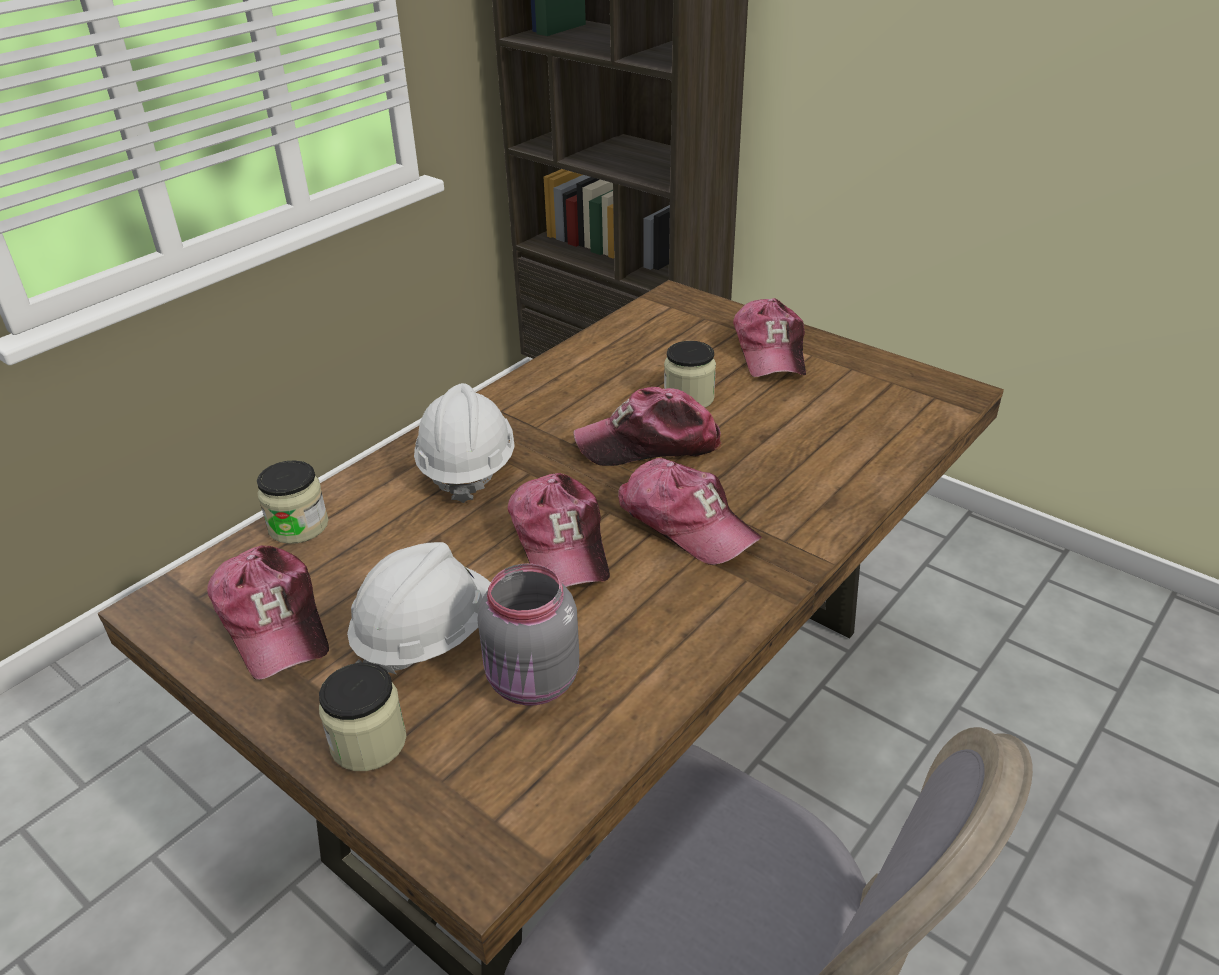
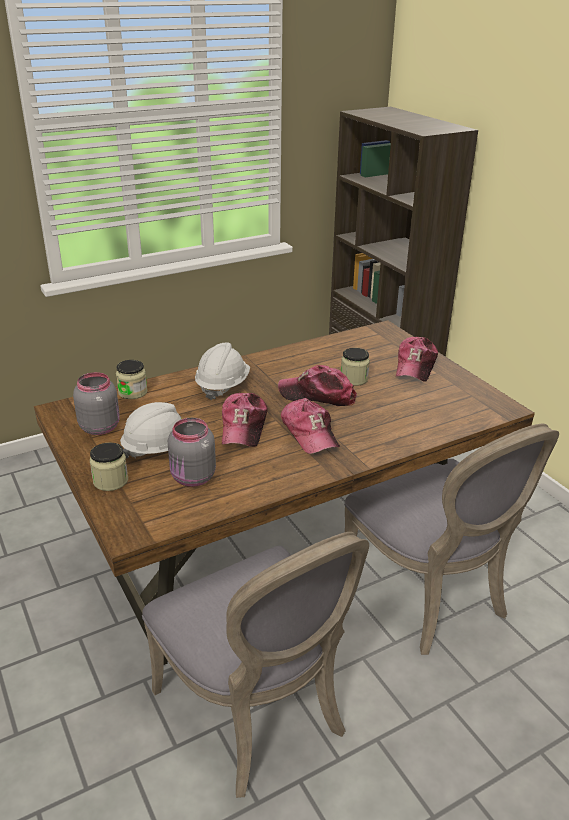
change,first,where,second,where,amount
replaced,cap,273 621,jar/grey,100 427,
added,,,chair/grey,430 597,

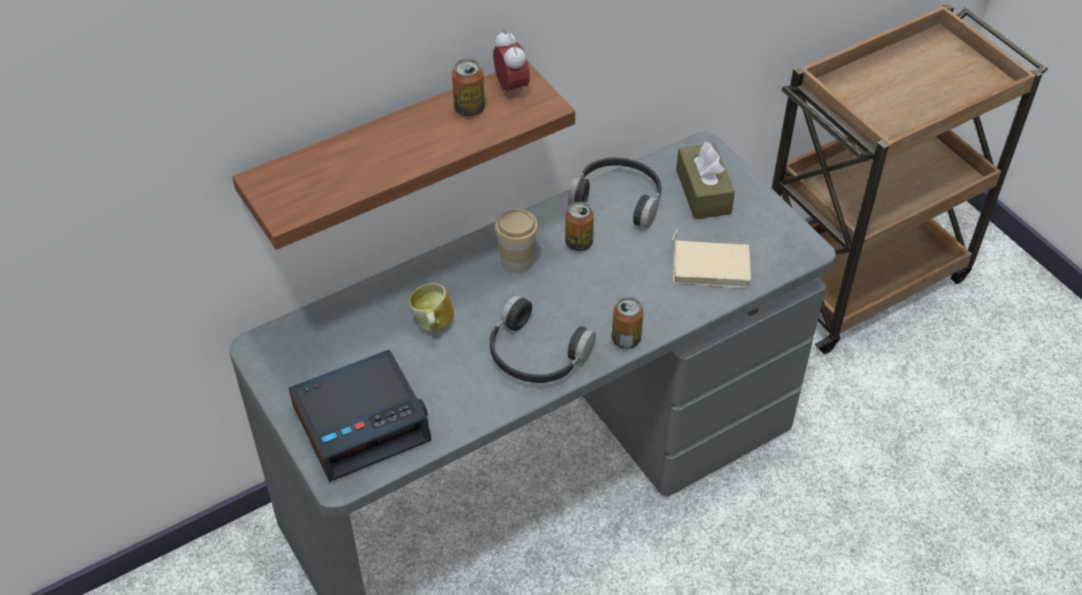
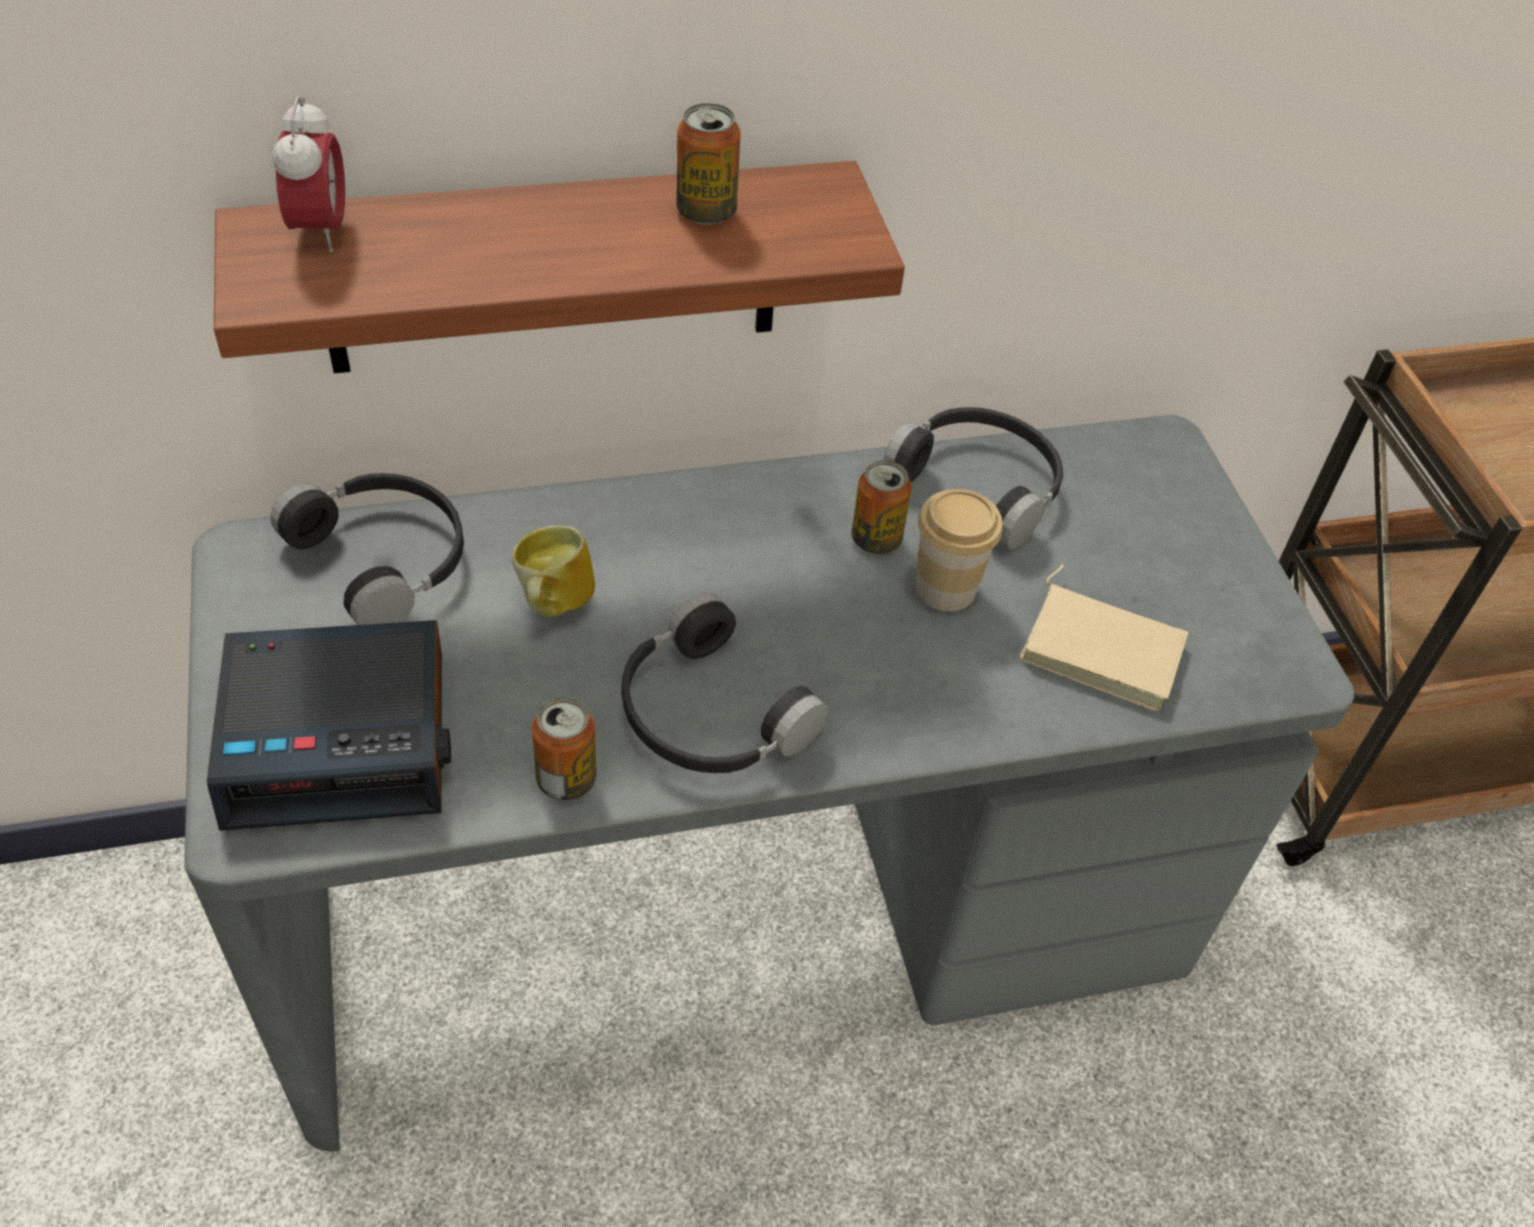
change,first,where,second,where,amount
moved,alarm clock,511 88,,320 231,
moved,cup,517 261,,945 588,
moved,can,626 339,,566 779,
removed,tissue box/brown,703 192,,,
added,,,headphones/black,386 558,

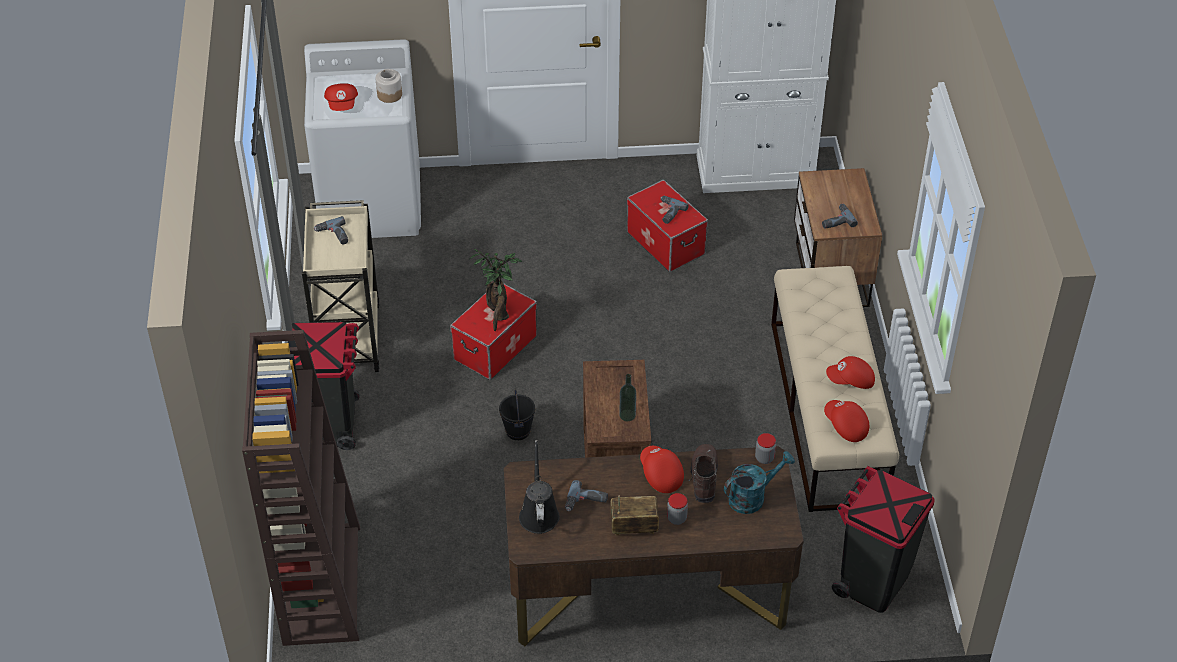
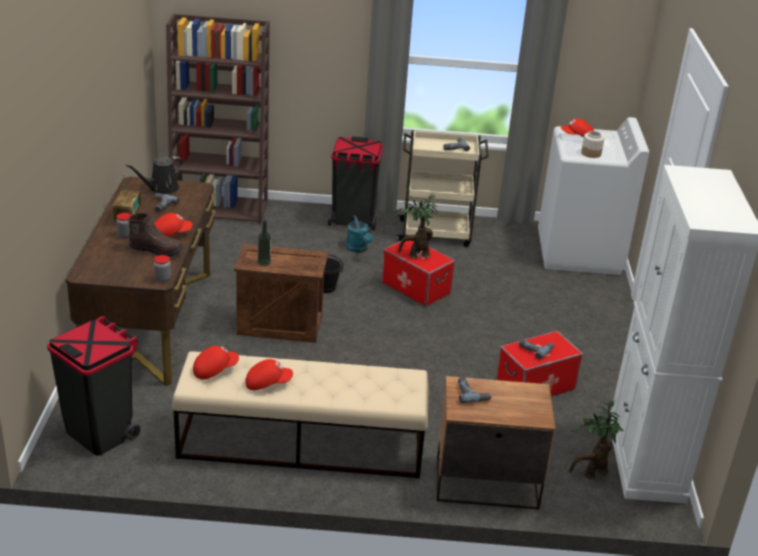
change,first,where,second,where,amount
turned,watering can/black,539 513,,161 189,135 degrees clockwise
moved,watering can/turquoise,752 497,,359 249,
turned,cap/red,851 381,,267 383,75 degrees clockwise
added,,,potted plant,591 473,

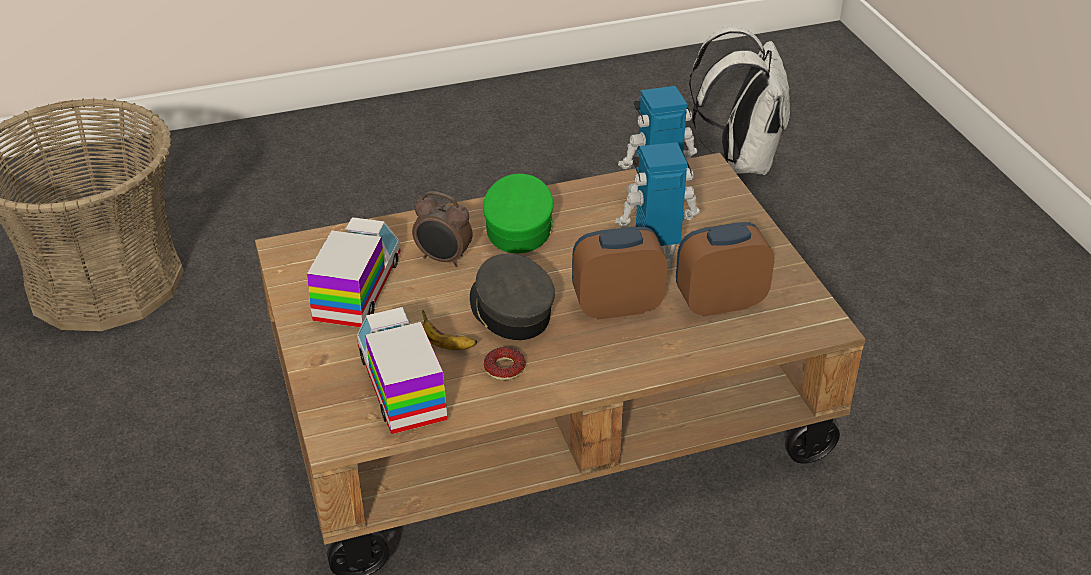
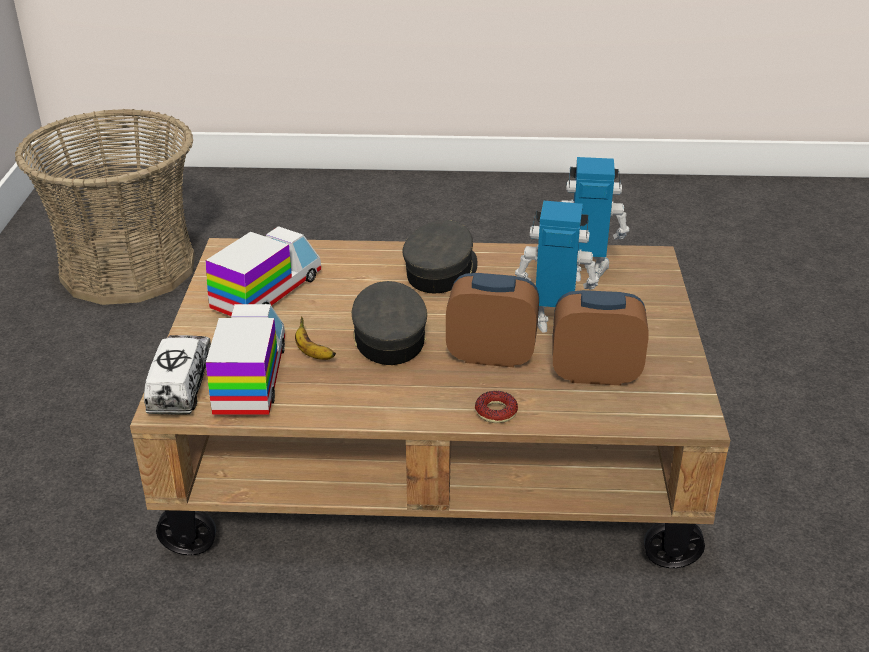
change,first,where,second,where,amount
removed,alarm clock,443 259,,,
recoloured,cap/green,519 227,cap/grey,441 271,
moved,donut,504 368,,496 412,
removed,backpack/white,740 160,,,
added,,,toy truck,181 385,

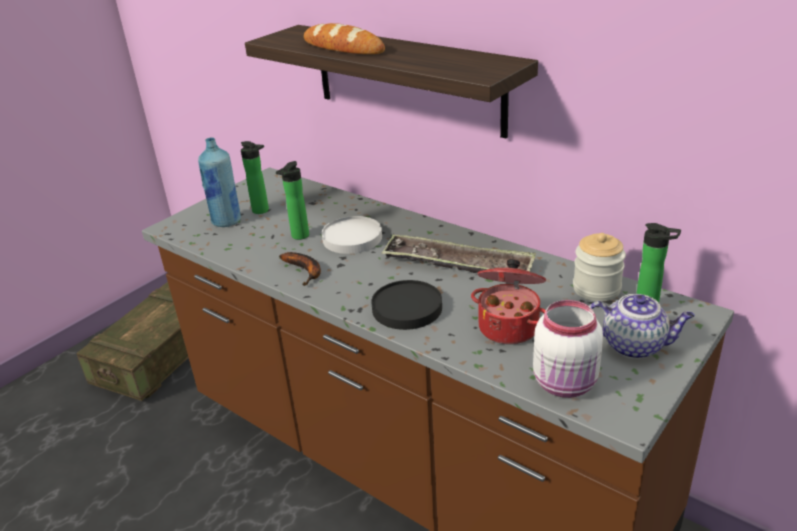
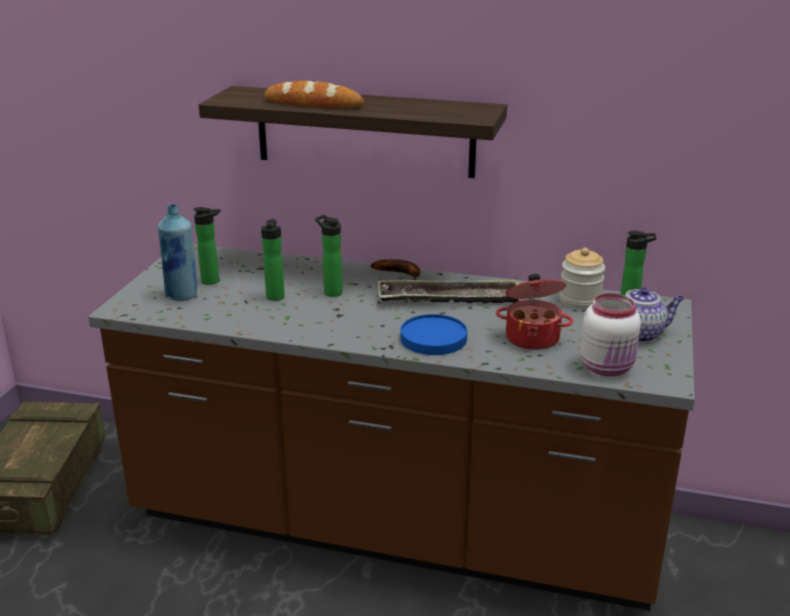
change,first,where,second,where,amount
moved,banana,305 271,,401 273,
replaced,plate/white,352 238,bottle,331 292,
recoloured,plate/black,407 308,plate/blue,433 339,

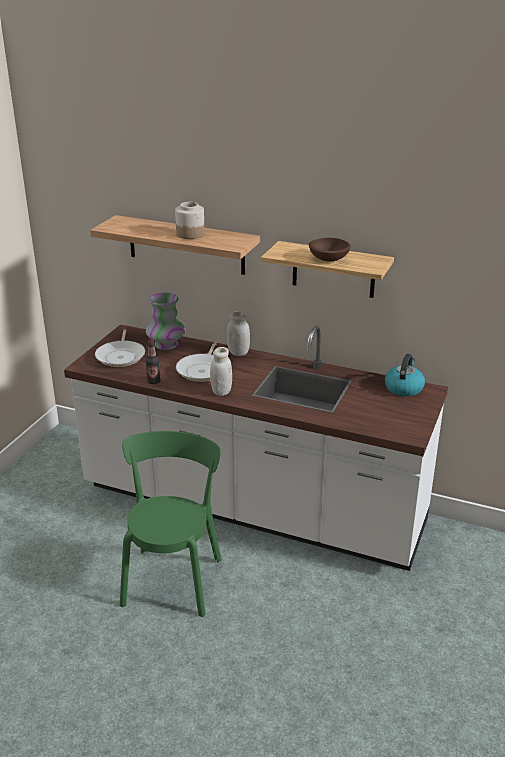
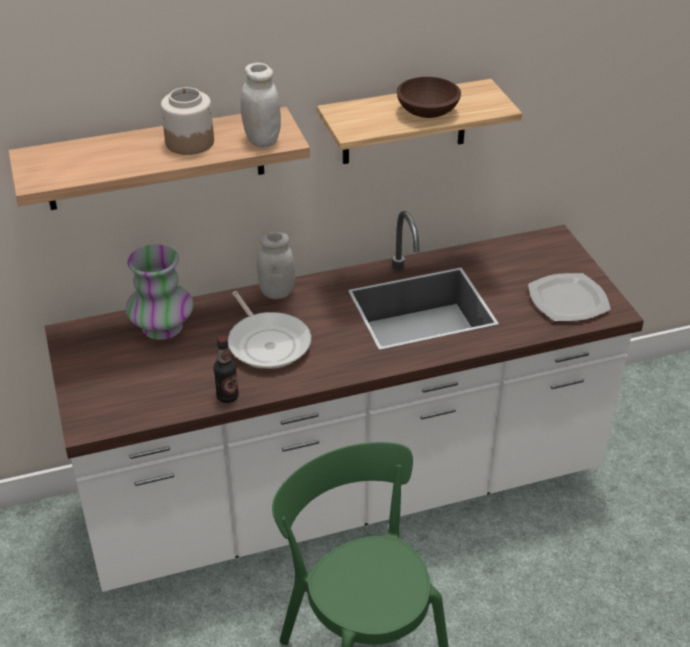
change,first,where,second,where,amount
removed,frying pan,121 356,,,
moved,jar/white,221 391,,262 140,
removed,kettle,403 388,,,
added,,,plate,567 300,

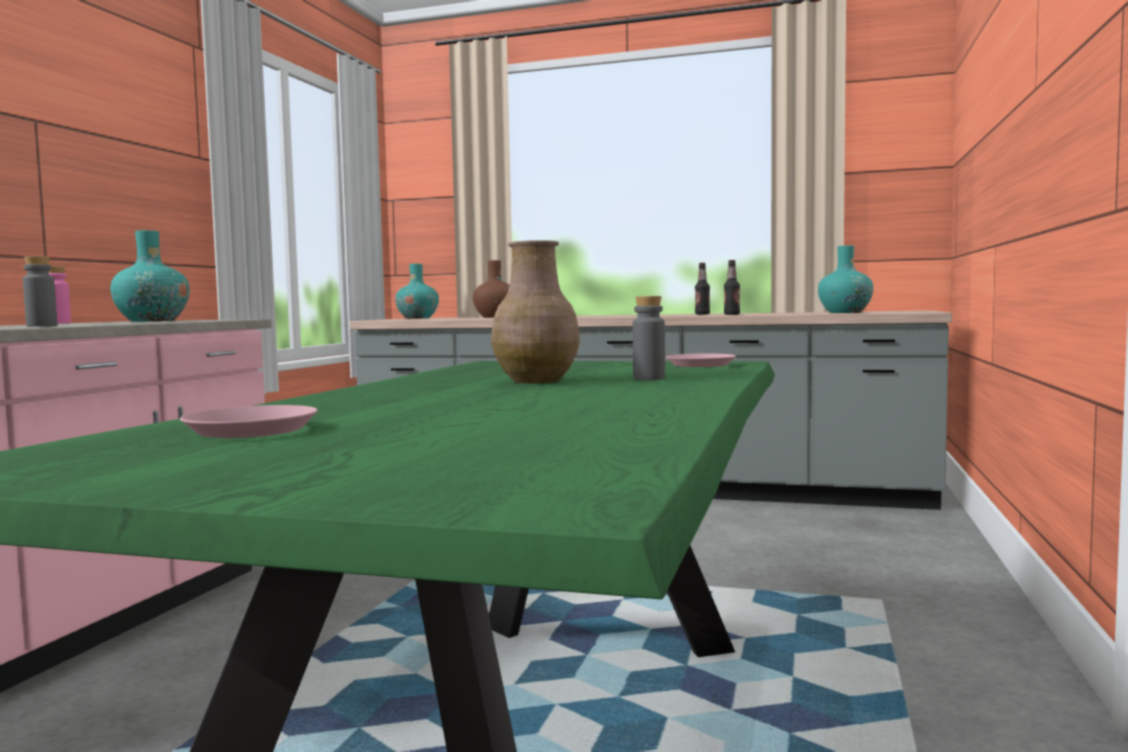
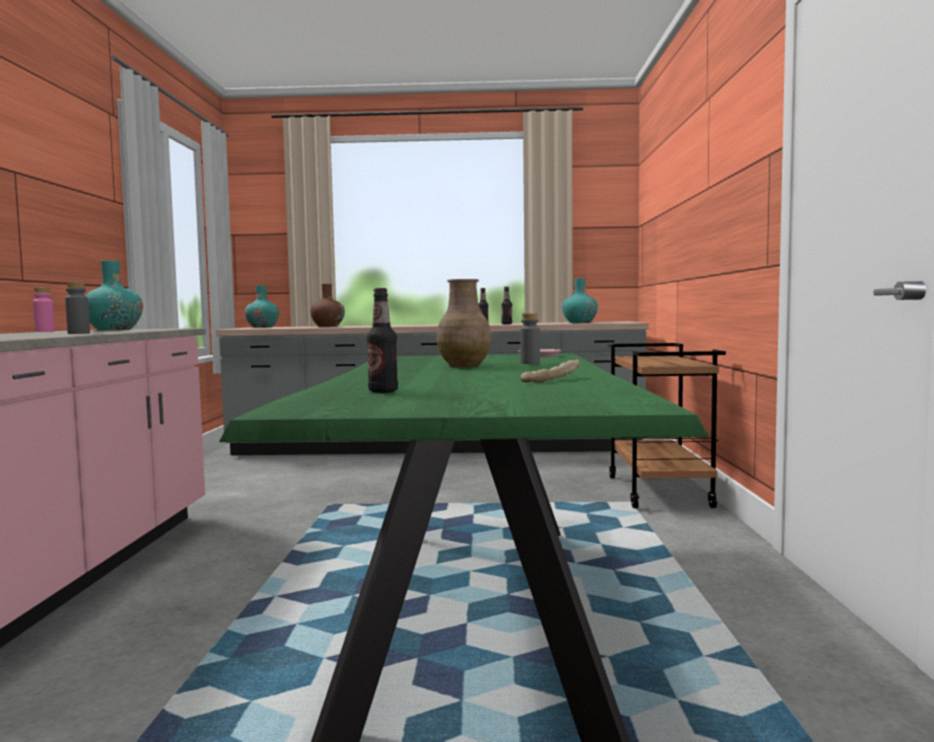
change,first,where,second,where,amount
replaced,plate/pink,252 430,bottle,383 391,
added,,,bread,551 380,
added,,,cart/brown,659 492,

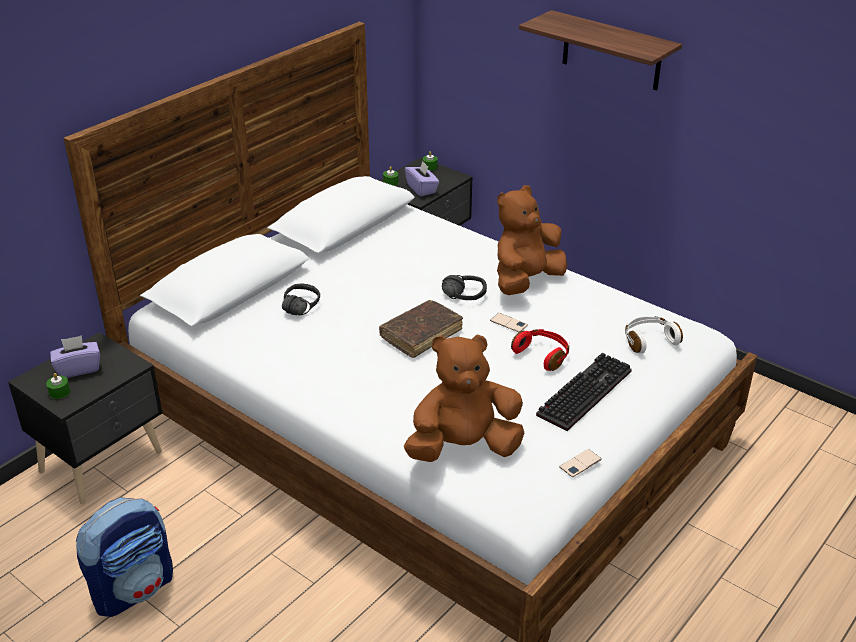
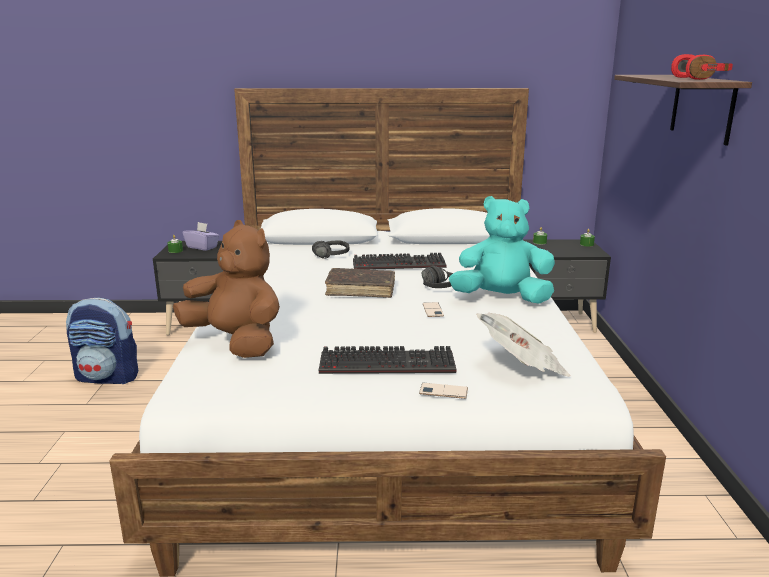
change,first,where,second,where,amount
removed,tissue box/purple,422 189,,,
recoloured,plush toy/brown,525 281,plush toy/turquoise,501 298,
moved,headphones/red,542 355,,701 78,
moved,phone,580 463,,443 391,
replaced,headphones/white,649 340,newspaper,522 366,
added,,,keyboard,400 264,

